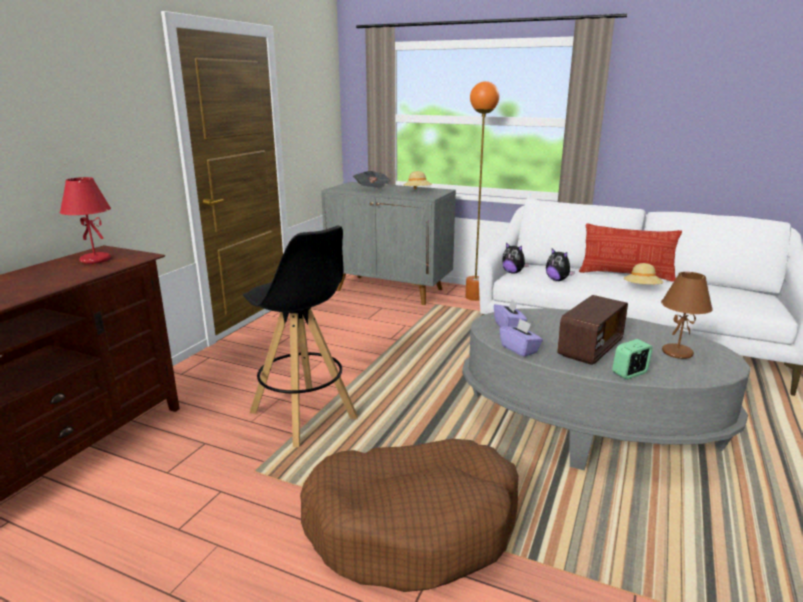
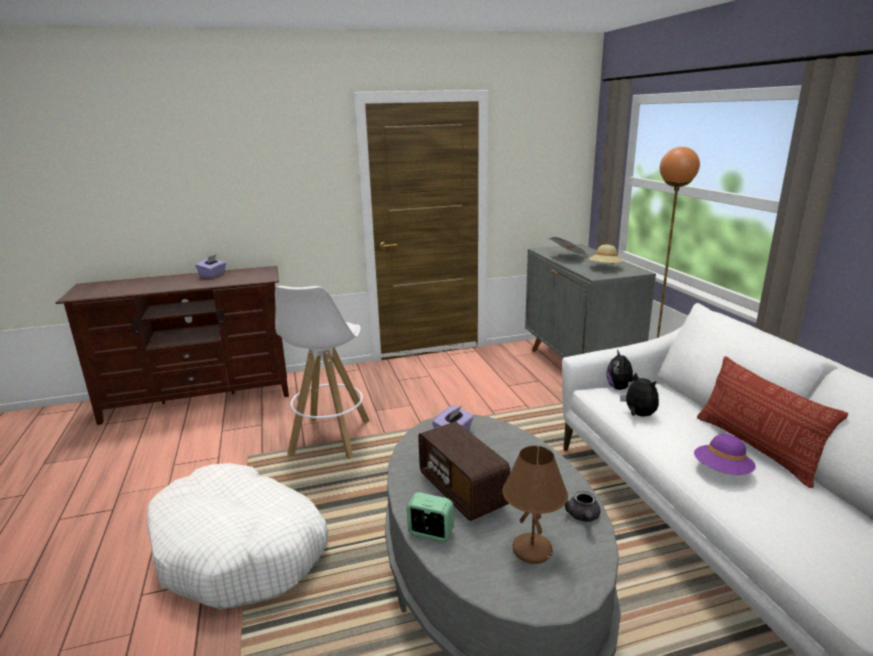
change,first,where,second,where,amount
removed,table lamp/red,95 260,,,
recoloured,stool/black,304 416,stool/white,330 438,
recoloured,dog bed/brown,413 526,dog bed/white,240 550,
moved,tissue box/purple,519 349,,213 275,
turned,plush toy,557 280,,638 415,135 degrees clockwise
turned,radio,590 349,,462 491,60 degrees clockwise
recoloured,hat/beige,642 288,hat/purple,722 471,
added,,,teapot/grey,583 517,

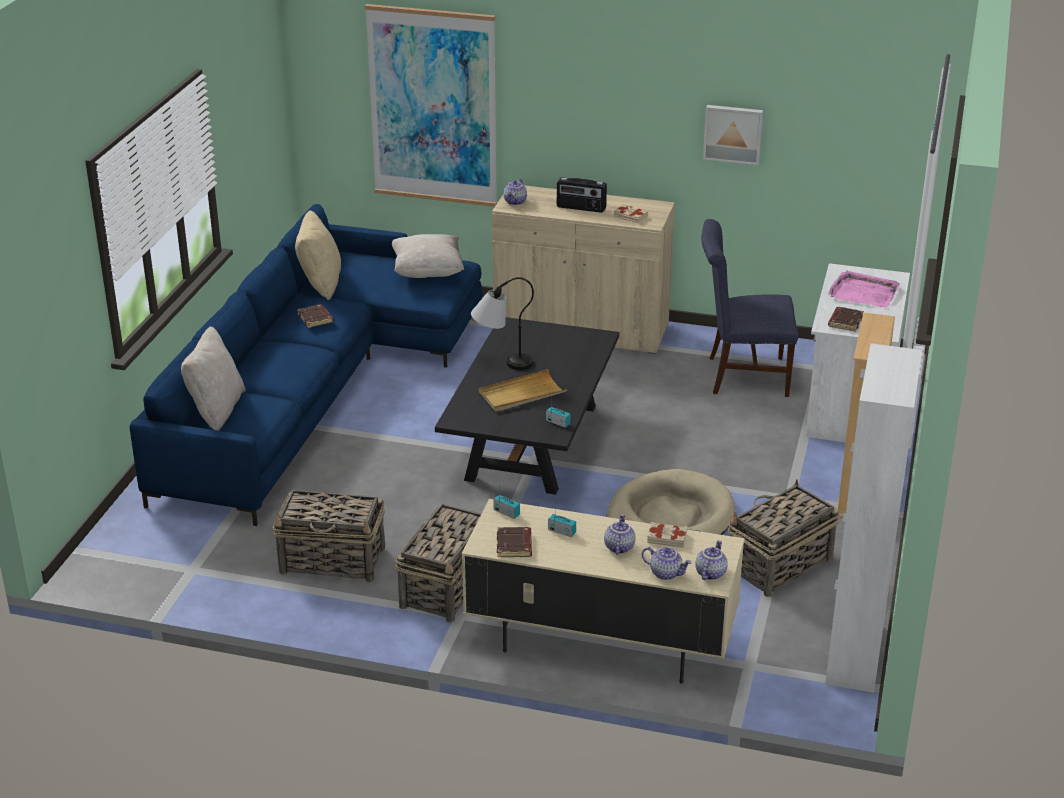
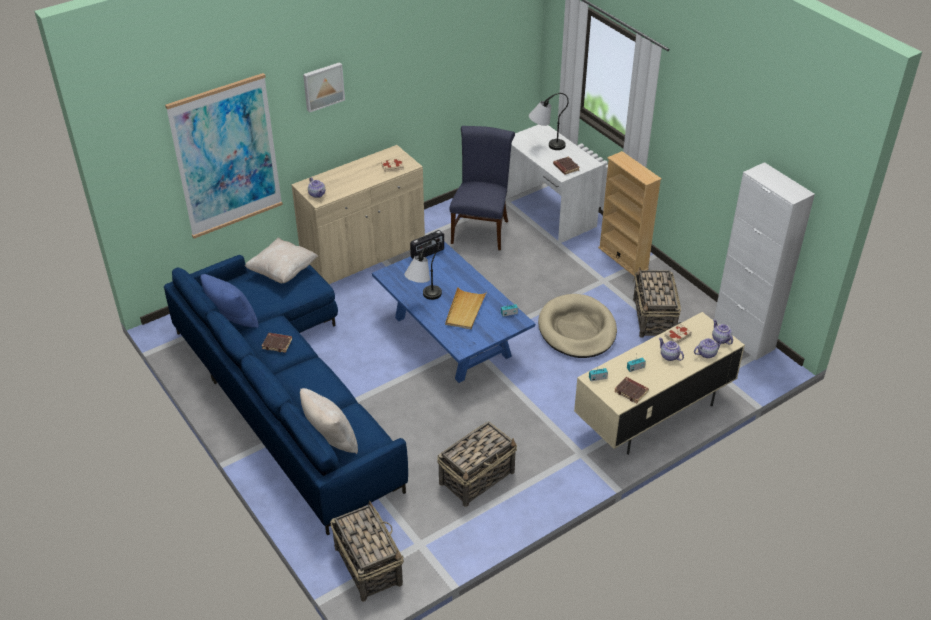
change,first,where,second,where,amount
recoloured,pillow/beige,320 284,pillow/blue,232 320,
moved,basket,447 586,,368 565,
recoloured,coffee table/black,531 442,coffee table/blue,451 337,
moved,radio,581 208,,427 253,
turned,chair/blue,741 376,,481 229,150 degrees clockwise
moved,picture,733 133,,323 86,
replaced,tray/pink,863 292,table lamp,545 146,

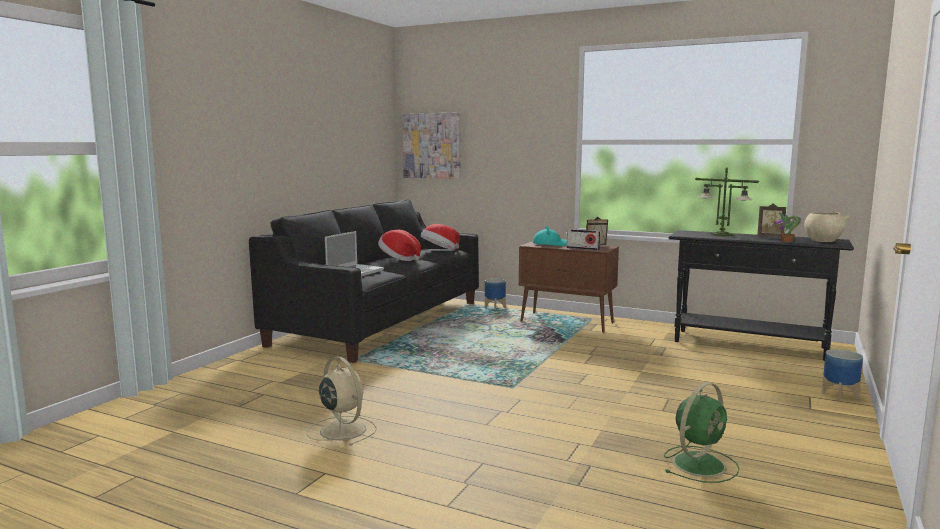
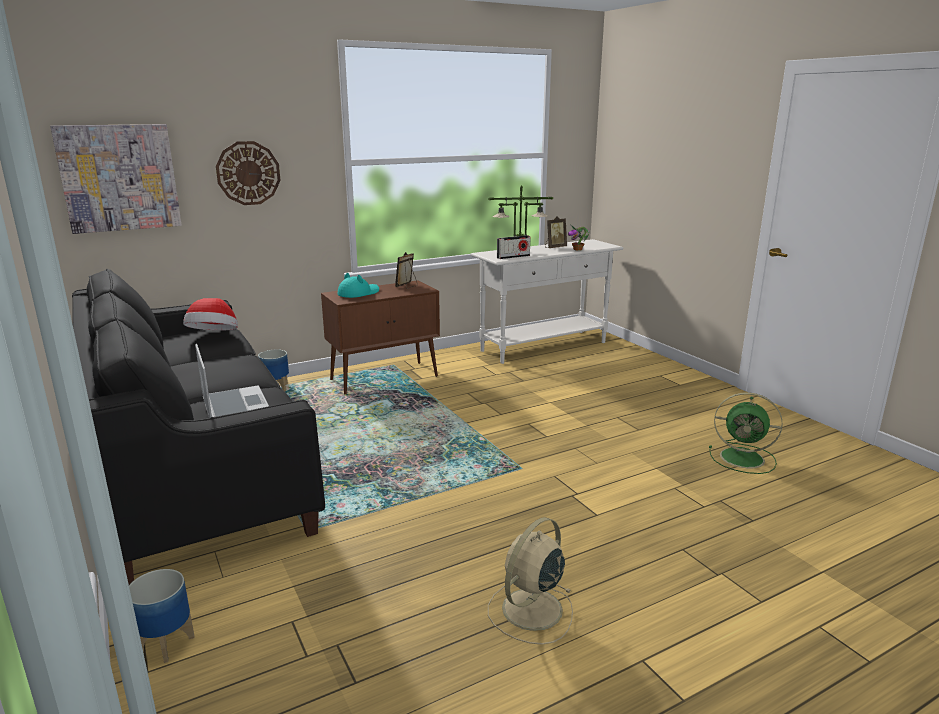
change,first,where,second,where,amount
turned,fan/beige,342 430,,530 610,45 degrees counterclockwise
removed,hat,399 259,,,
moved,radio,582 248,,513 257,
turned,fan/green,700 464,,744 458,120 degrees clockwise
recoloured,console table/black,749 345,console table/white,544 347,
removed,bowl/beige,823 241,,,
moved,planter,839 396,,166 643,
added,,,wall clock,248 173,

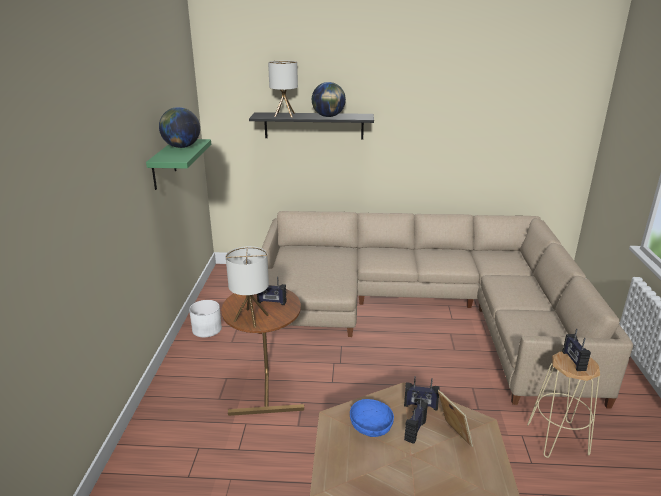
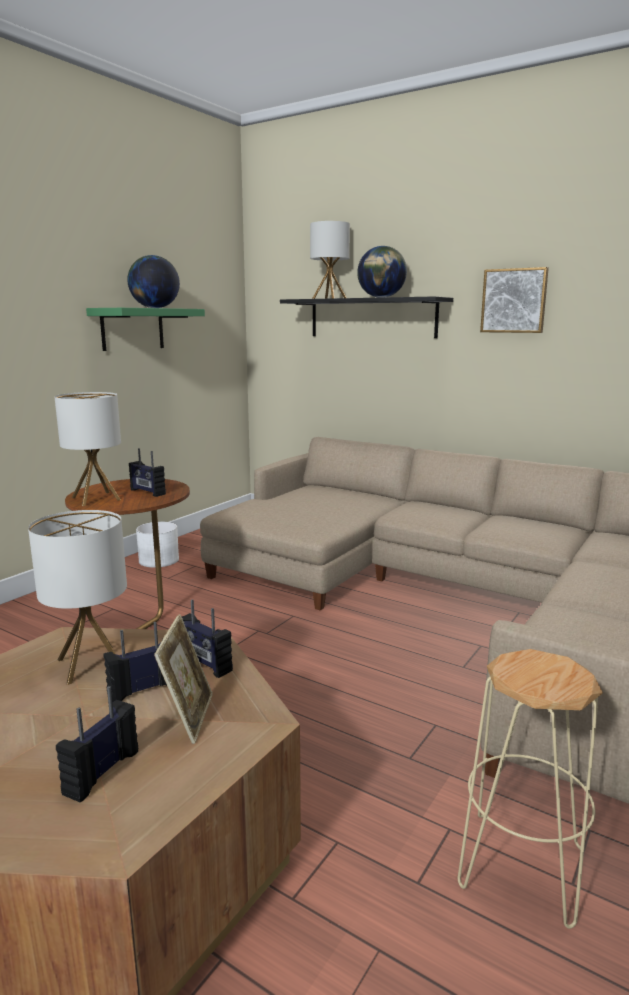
change,first,where,second,where,amount
replaced,bowl/blue,371 427,table lamp,91 664,
moved,radio,573 361,,101 772,
added,,,picture,514 301,

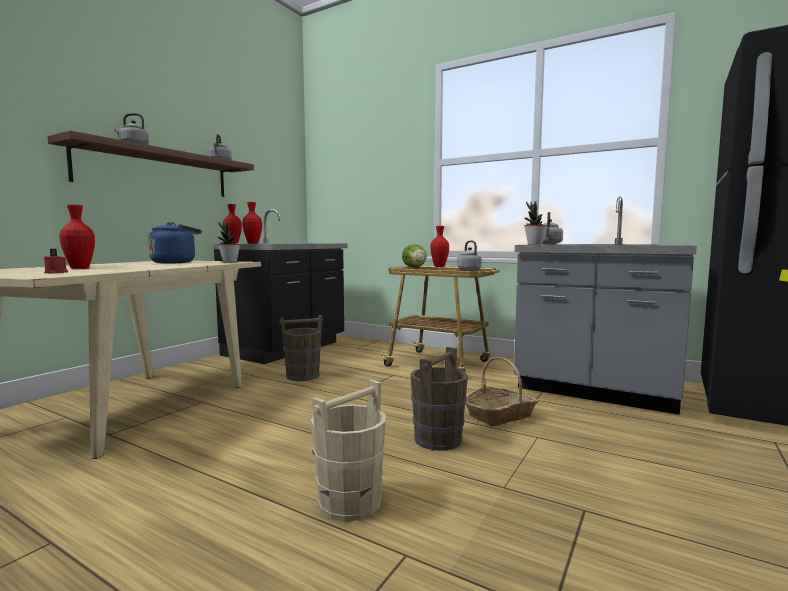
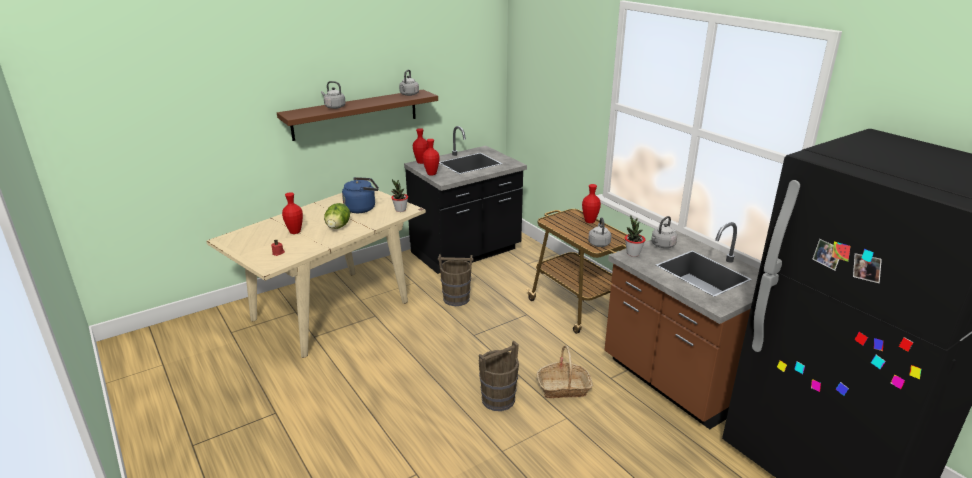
change,first,where,second,where,amount
removed,bucket/beige,349 502,,,
moved,lettuce,414 267,,338 227,
recoloured,counter/grey,596 390,counter/brown,676 381,

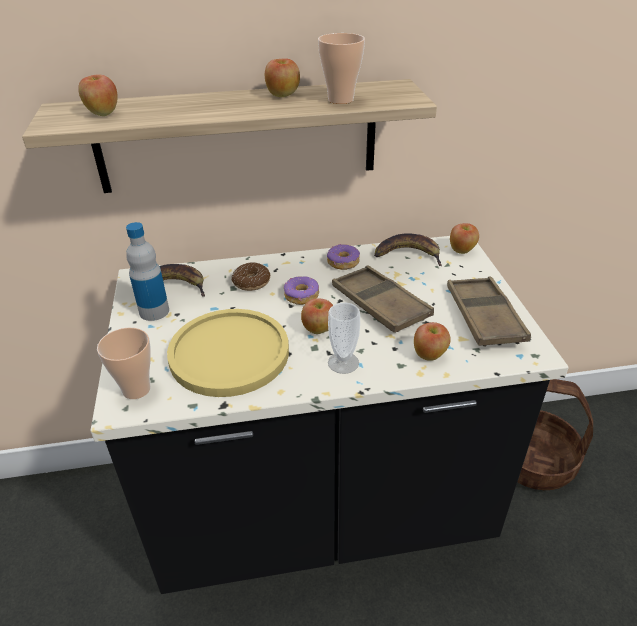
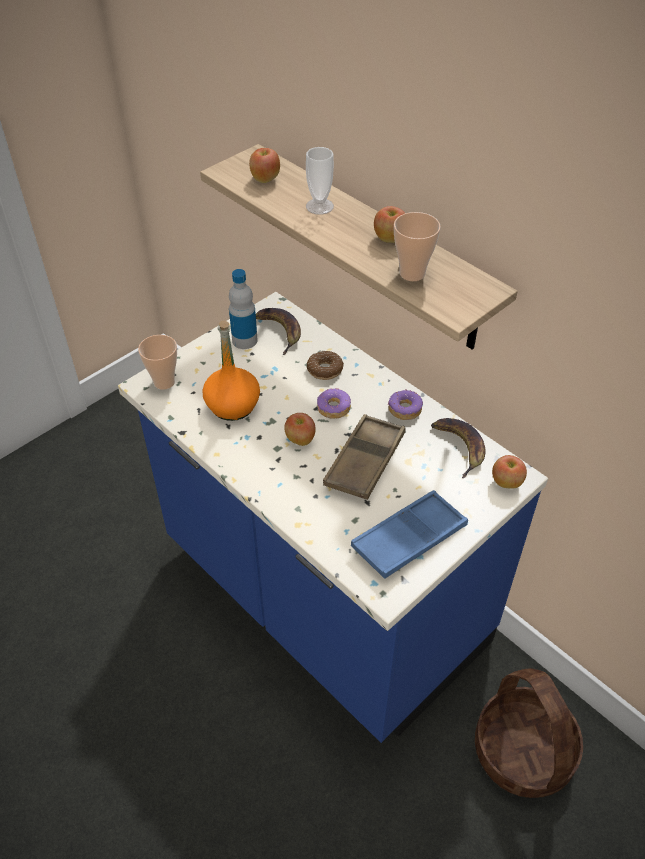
change,first,where,second,where,amount
recoloured,counter/black,322 510,counter/blue,322 597,
replaced,plate/yellow,229 353,bottle/orange,233 405,
moved,cup,343 363,,319 206,
removed,apple,429 355,,,
recoloured,tray/brown,483 317,tray/blue,409 538,

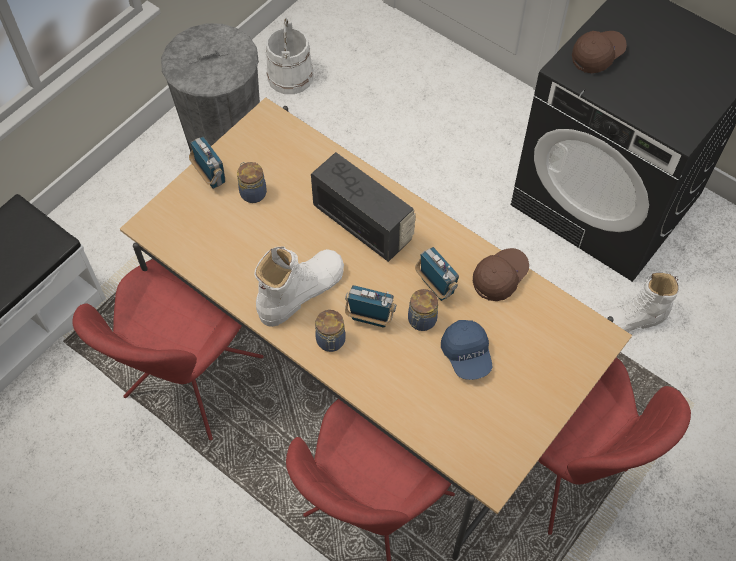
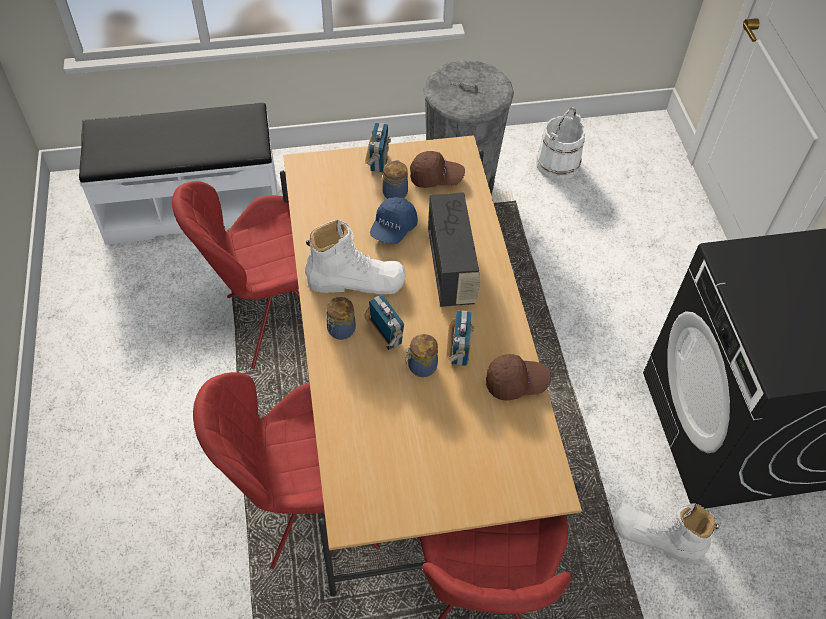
change,first,where,second,where,amount
moved,cap/blue,467 355,,393 228,
moved,cap/brown,597 56,,436 177,

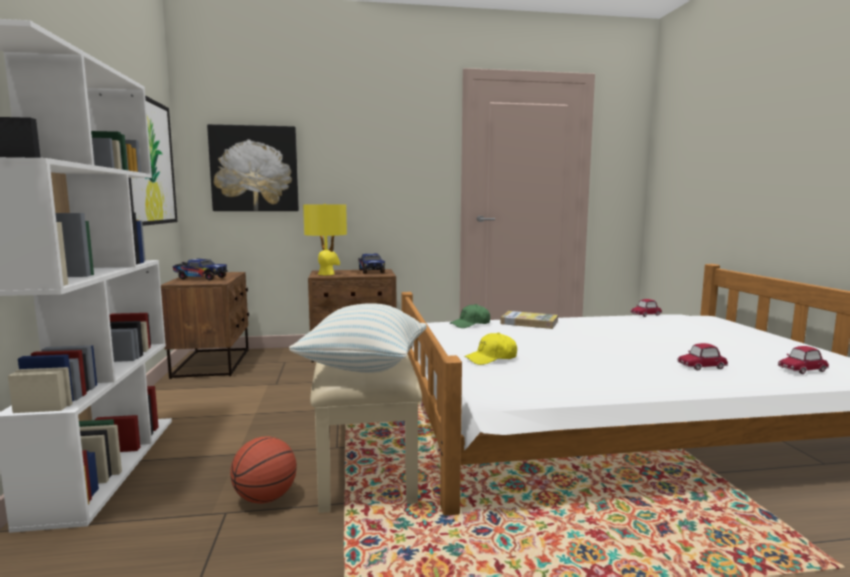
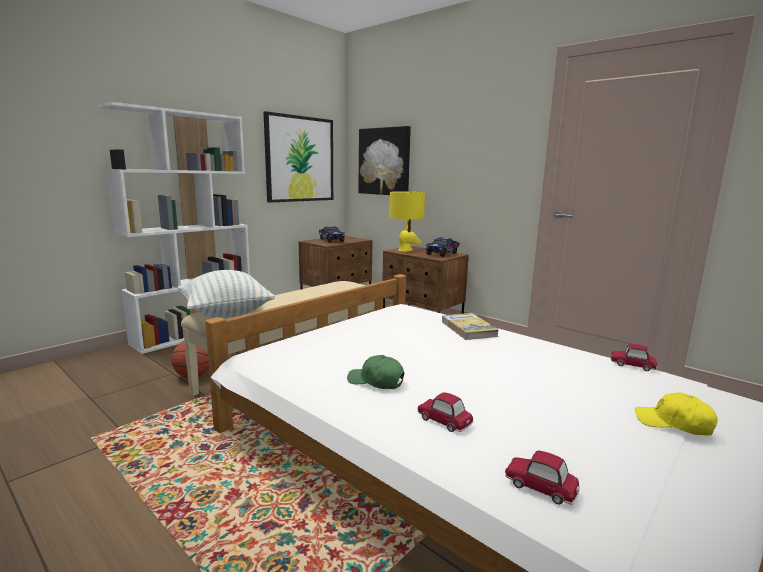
change,first,where,second,where,amount
moved,cap/green,470 324,,376 381,
moved,cap/yellow,491 358,,673 423,

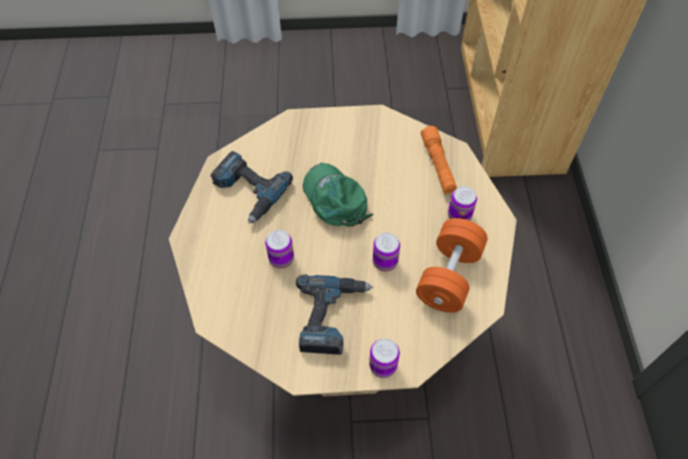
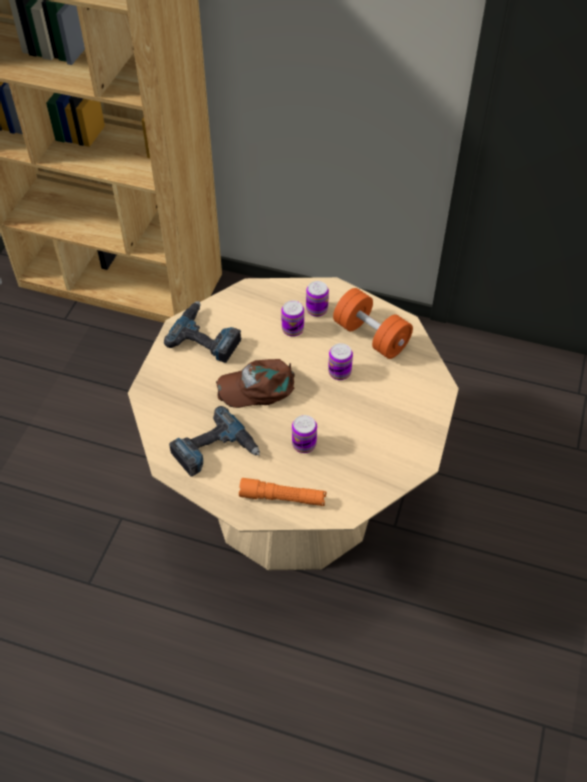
change,first,where,second,where,amount
moved,power drill,332 316,,207 337,
recoloured,cap/green,335 199,cap/brown,258 387,
moved,can,383 365,,292 329,
moved,flashlight/orange,438 165,,282 498,

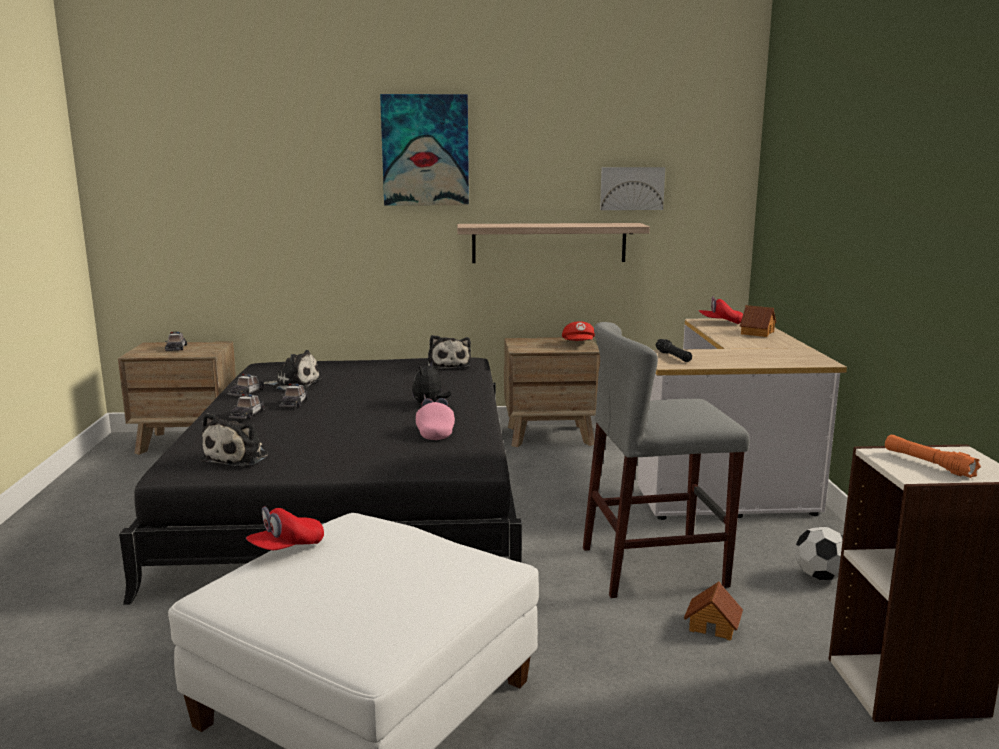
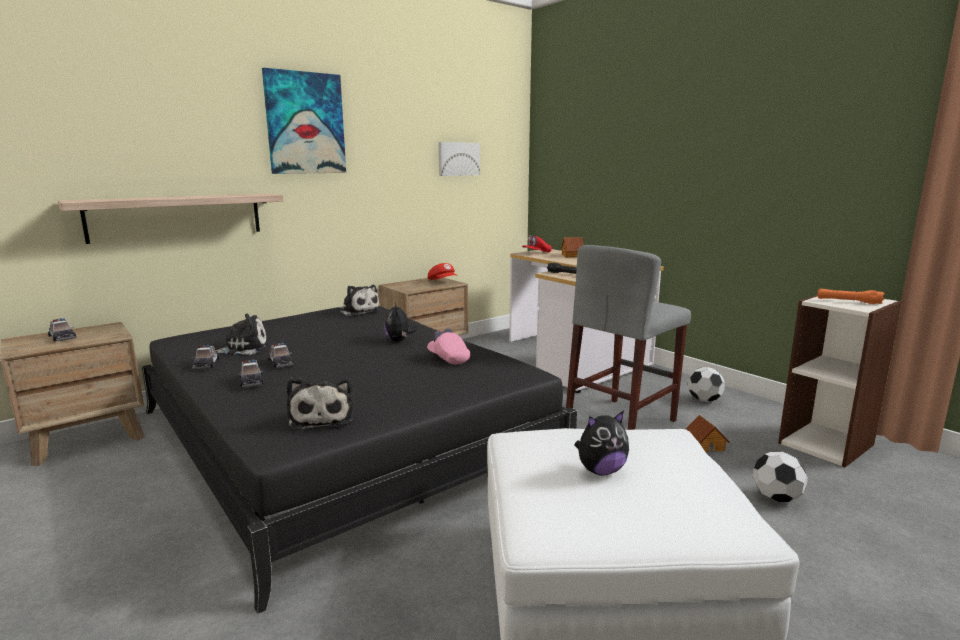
change,first,where,second,where,amount
removed,cap/red,286 548,,,
moved,shelf,549 243,,176 217,
added,,,plush toy,600 471,
added,,,football,776 498,

